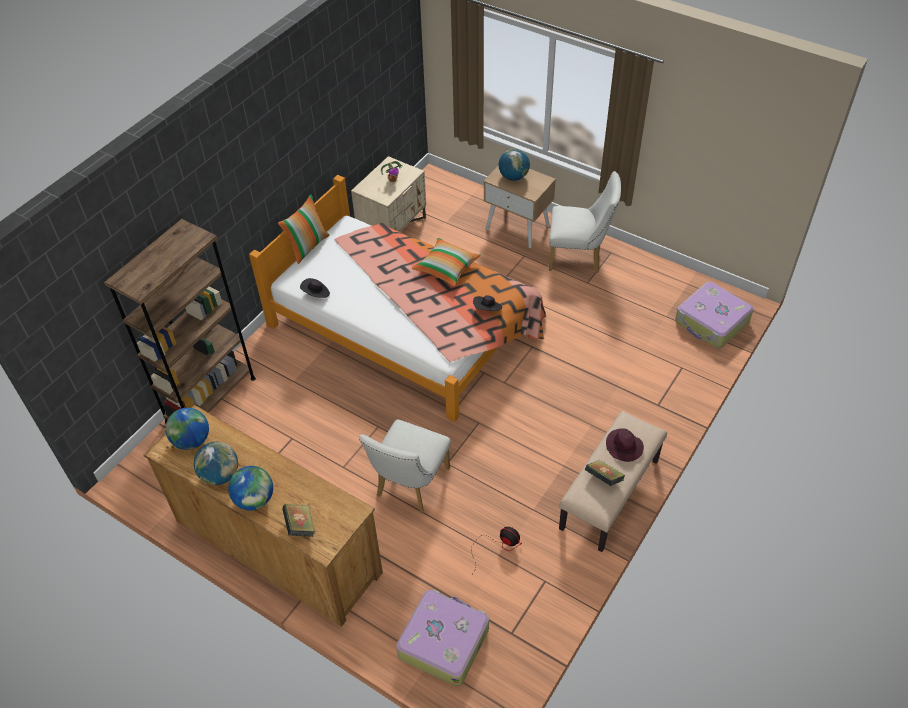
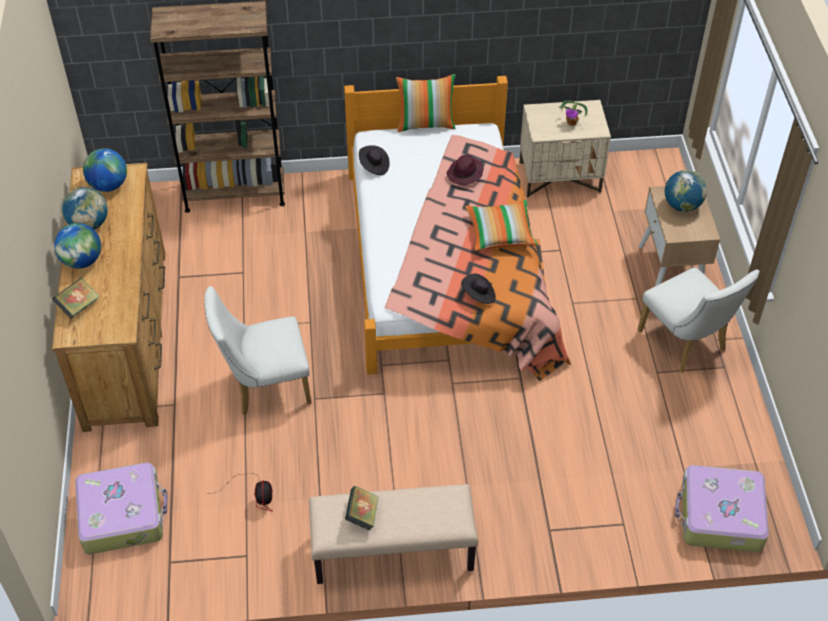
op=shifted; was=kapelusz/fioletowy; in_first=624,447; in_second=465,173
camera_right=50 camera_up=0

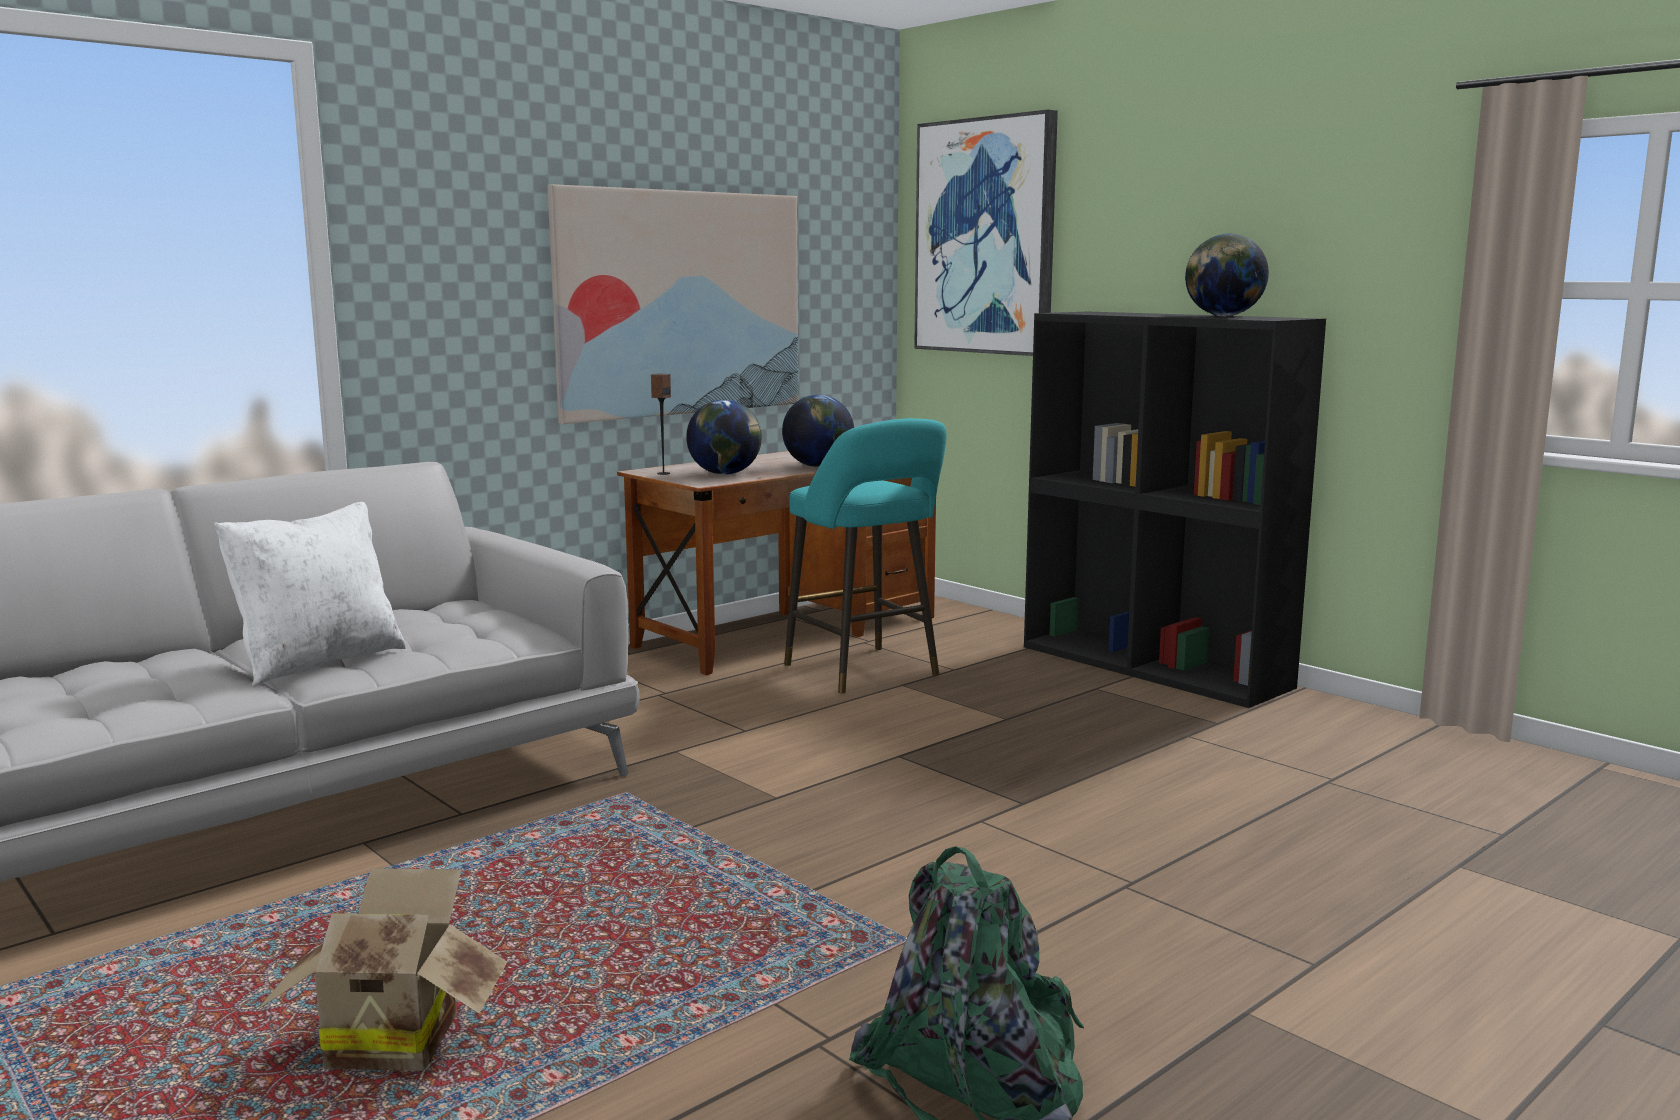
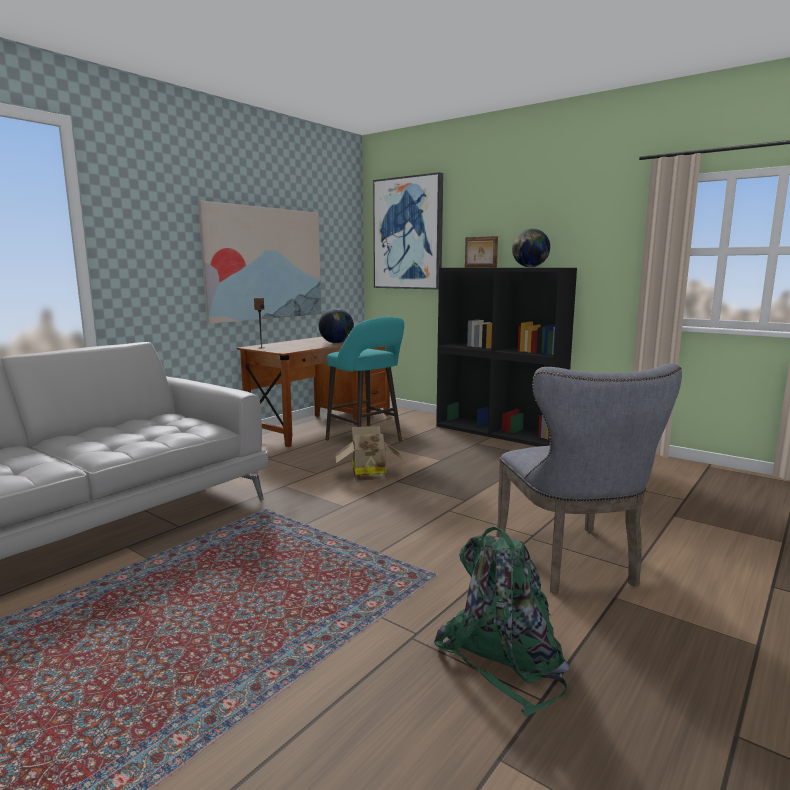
op=gone; was=poduszka/biały; in_first=318,661
op=shifted; was=karton; in_first=393,1038; in_second=367,475
op=gone; was=globus; in_first=725,474
op=new; now=ramka na zdjęcie; in_second=480,267
op=new; now=krzesło/szary; in_second=572,563
camera_right=-10 camera_up=0

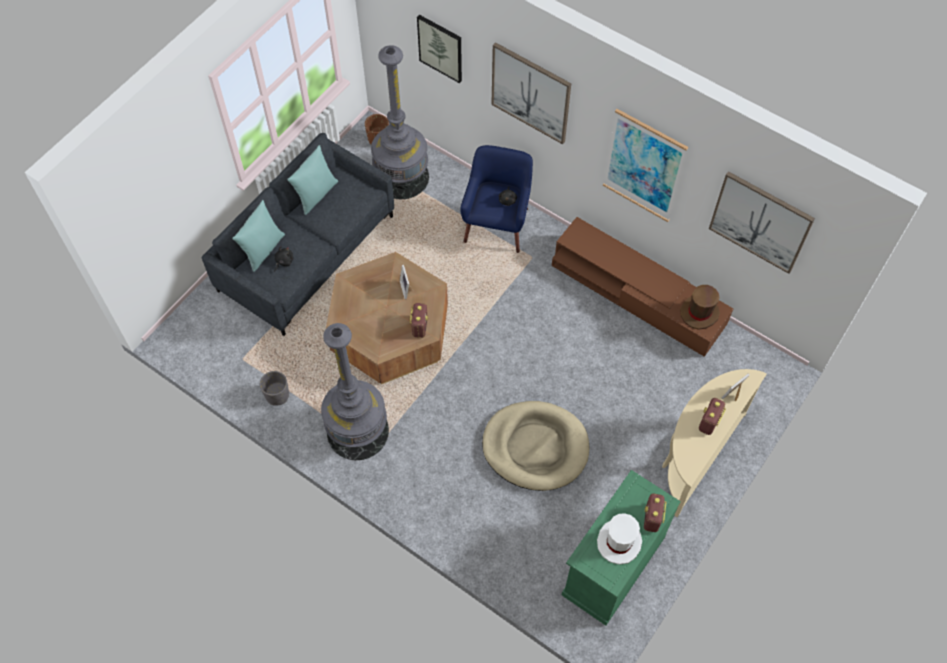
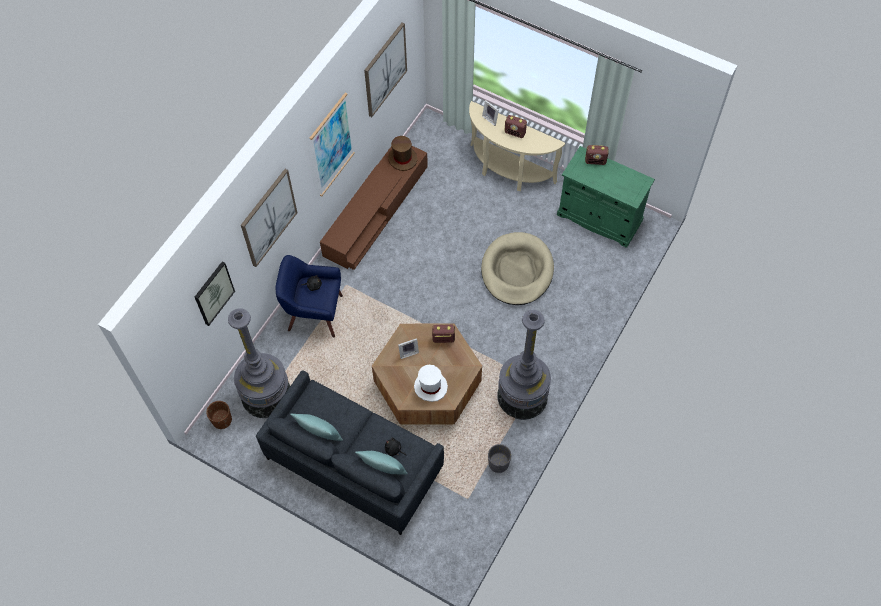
op=shifted; was=kapelusz/biały; in_first=619,542; in_second=430,386
camera_right=-95 camera_up=0

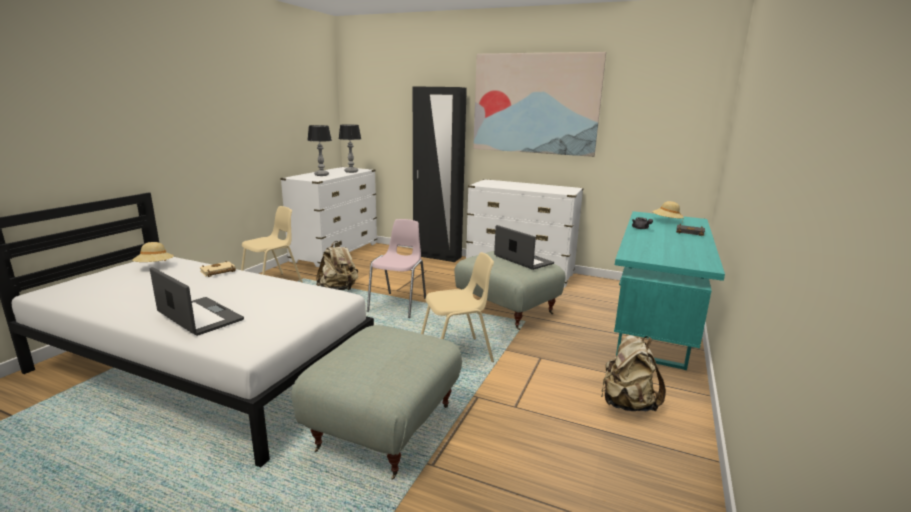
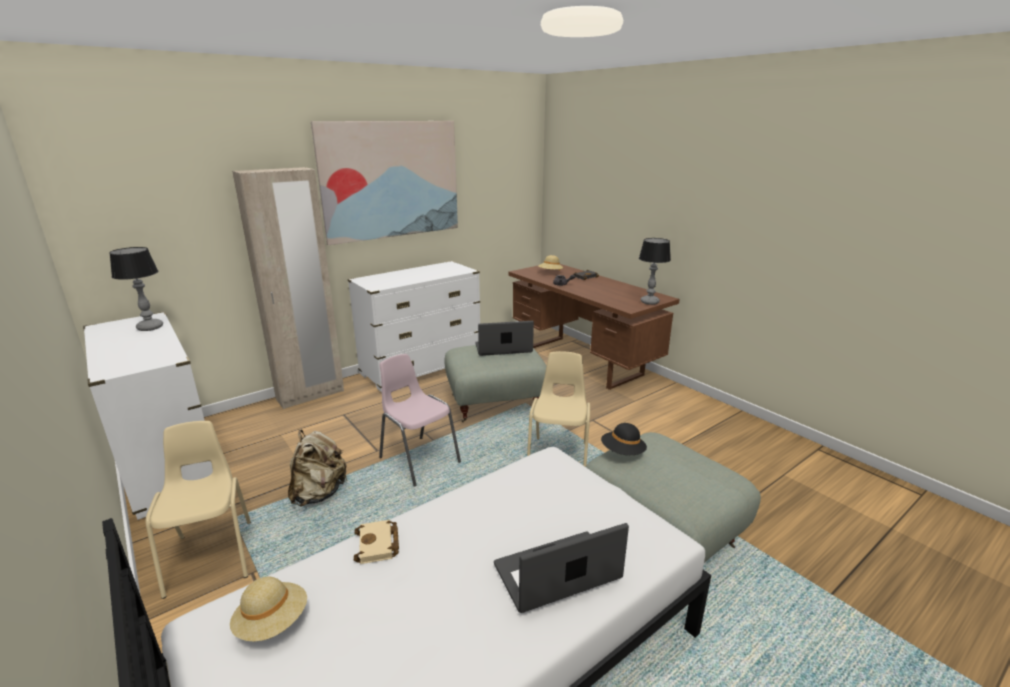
op=shifted; was=lampa stołowa; in_first=321,175; in_second=649,302
op=repainted; was=szafa/czarny; now=szafa/beżowy; in_first=437,256; in_second=310,395
op=gone; was=plecak/beżowy; in_first=627,404
op=repainted; was=biurko/turkusowy; now=biurko/brązowy; in_first=653,330; in_second=583,361
op=new; now=kapelusz/czarny; in_second=622,452
camera_right=-60 camera_up=5

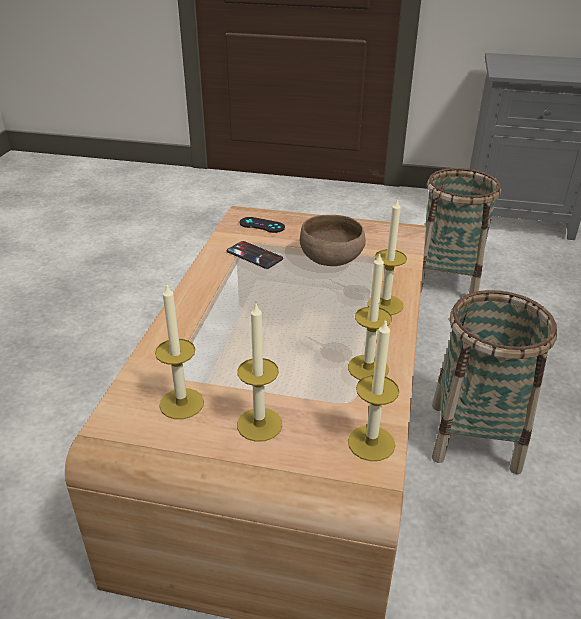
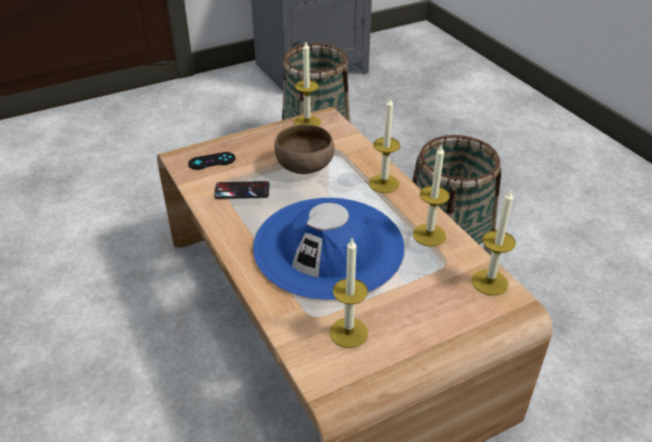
op=shifted; was=świeca; in_first=259,424; in_second=307,122
op=new; now=kapelusz/niebieski; in_second=329,246
camera_right=-40 camera_up=5

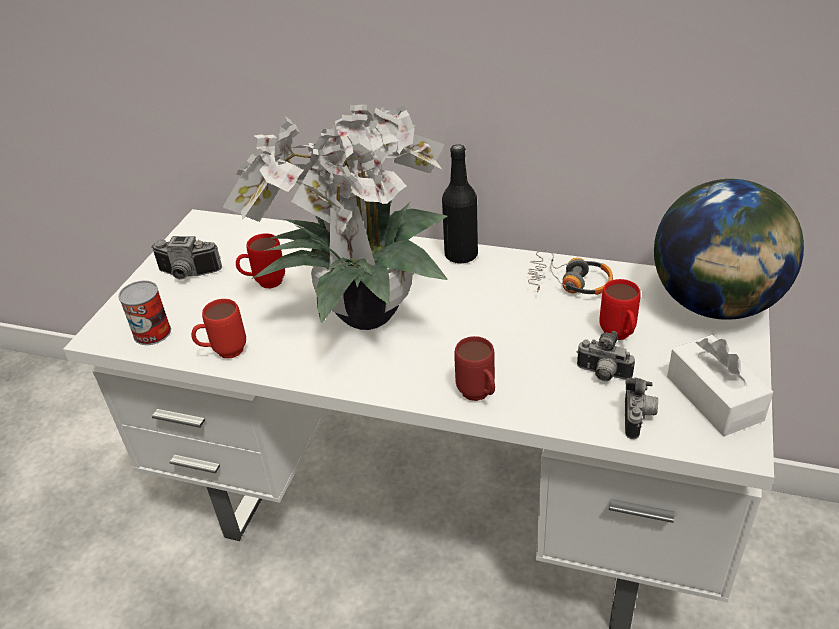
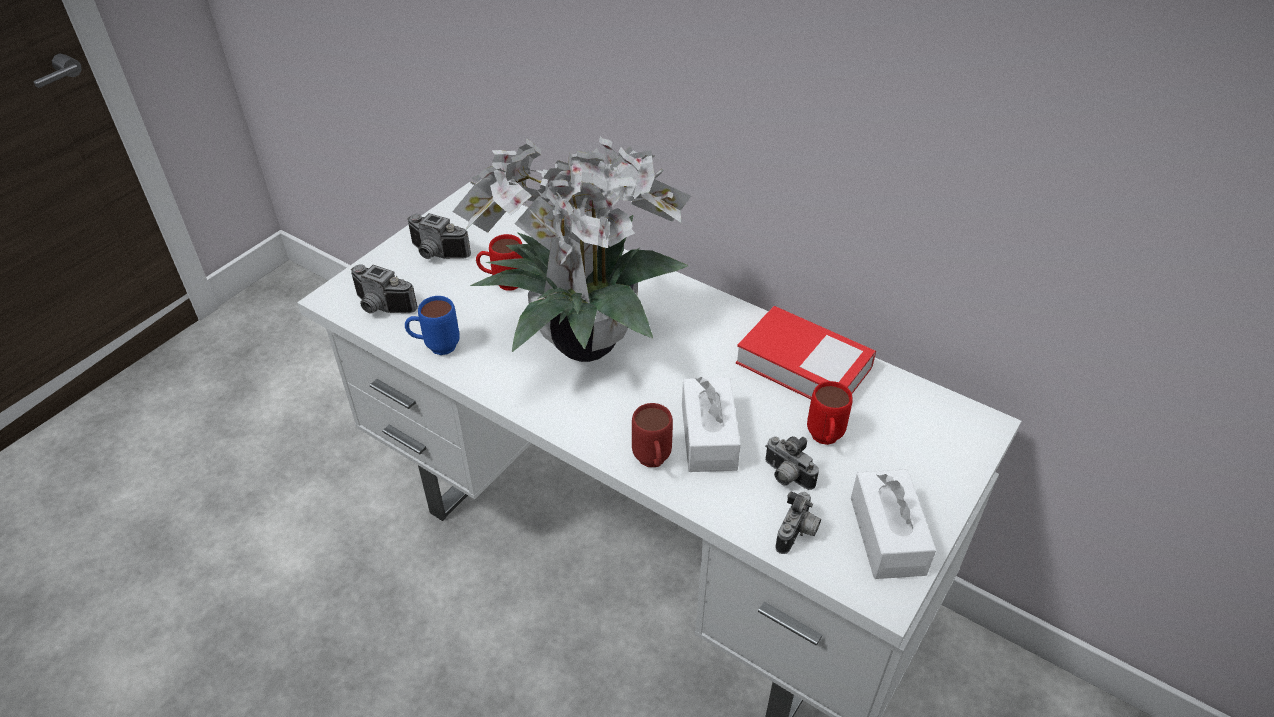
op=swapped; was=puszka; now=aparat fotograficzny; in_first=152,332; in_second=380,308
op=repainted; was=kubek/czerwony; now=kubek/niebieski; in_first=223,353; in_second=435,347
op=gone; was=butelka/czarny; in_first=461,255
op=swapped; was=słuchawki; now=książka; in_first=568,283; in_second=803,365
op=gone; was=globus; in_first=715,304
op=new; now=pudełko chusteczek/biały; in_second=708,437
camera_right=15 camera_up=5

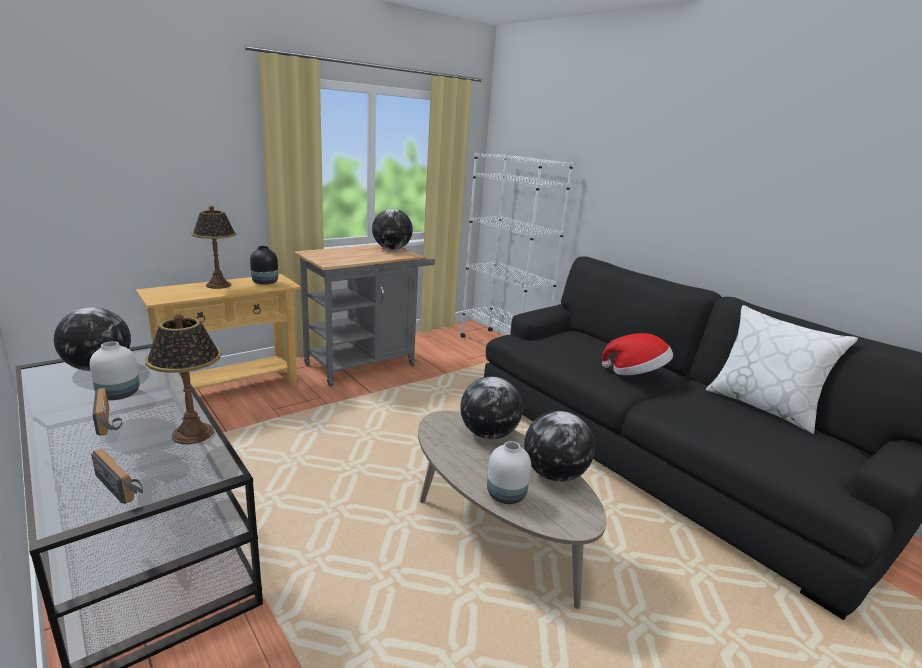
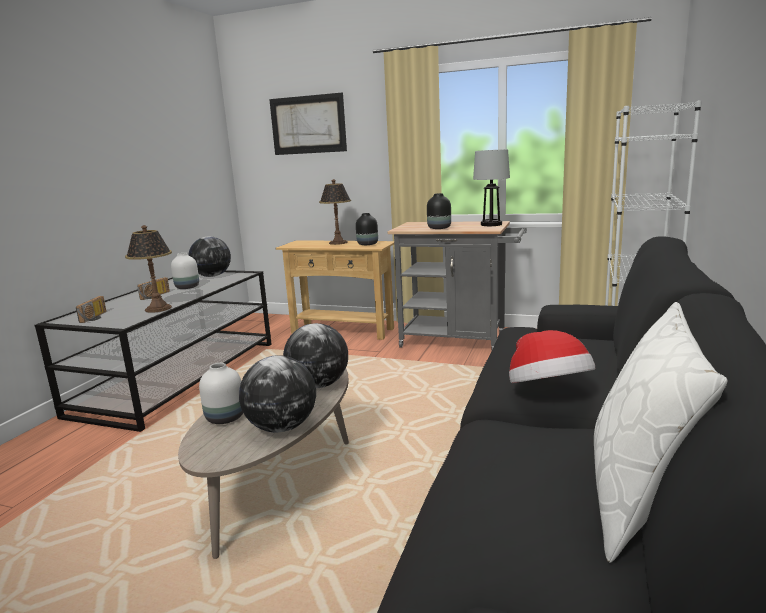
op=swapped; was=globus; now=lampa stołowa; in_first=391,249; in_second=491,224
op=new; now=obraz; in_second=308,124
op=new; now=wazon/czarny; in_second=439,228
camera_right=60 camera_up=-5

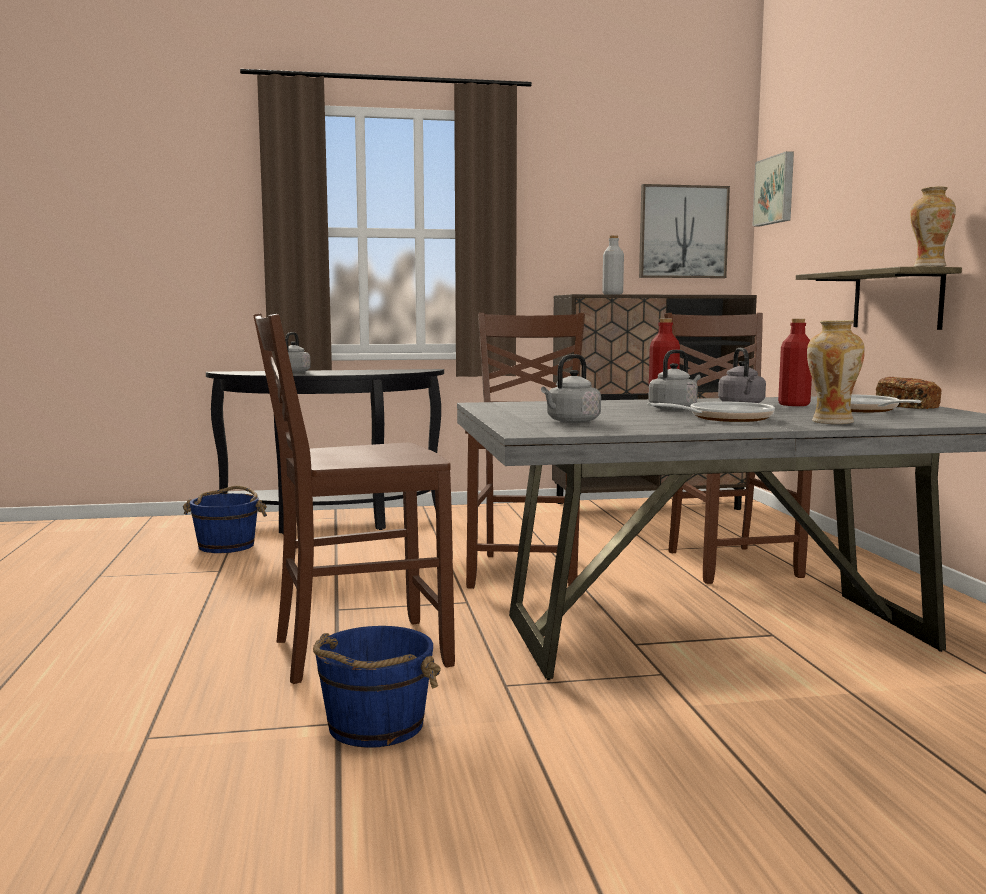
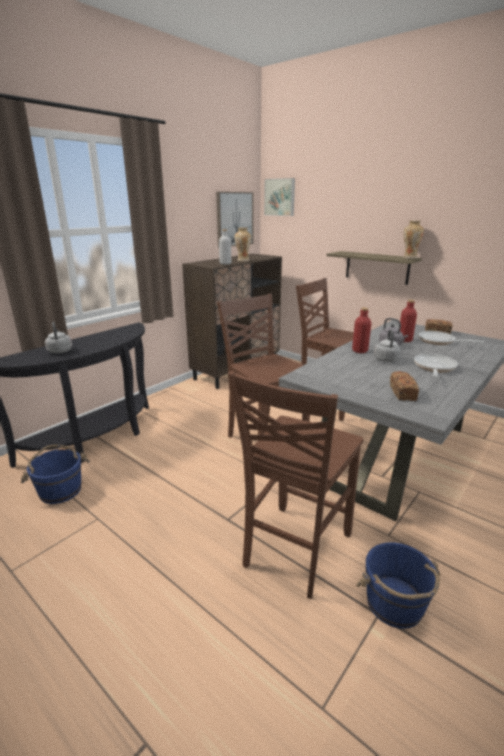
op=swapped; was=czajnik/szary; now=chleb; in_first=571,421; in_second=402,393
op=shifted; was=wazon; in_first=831,422; in_second=242,260
camera_right=-40 camera_up=15

